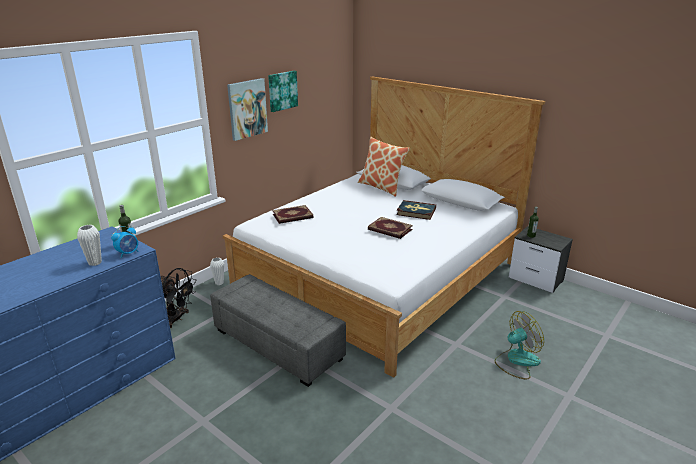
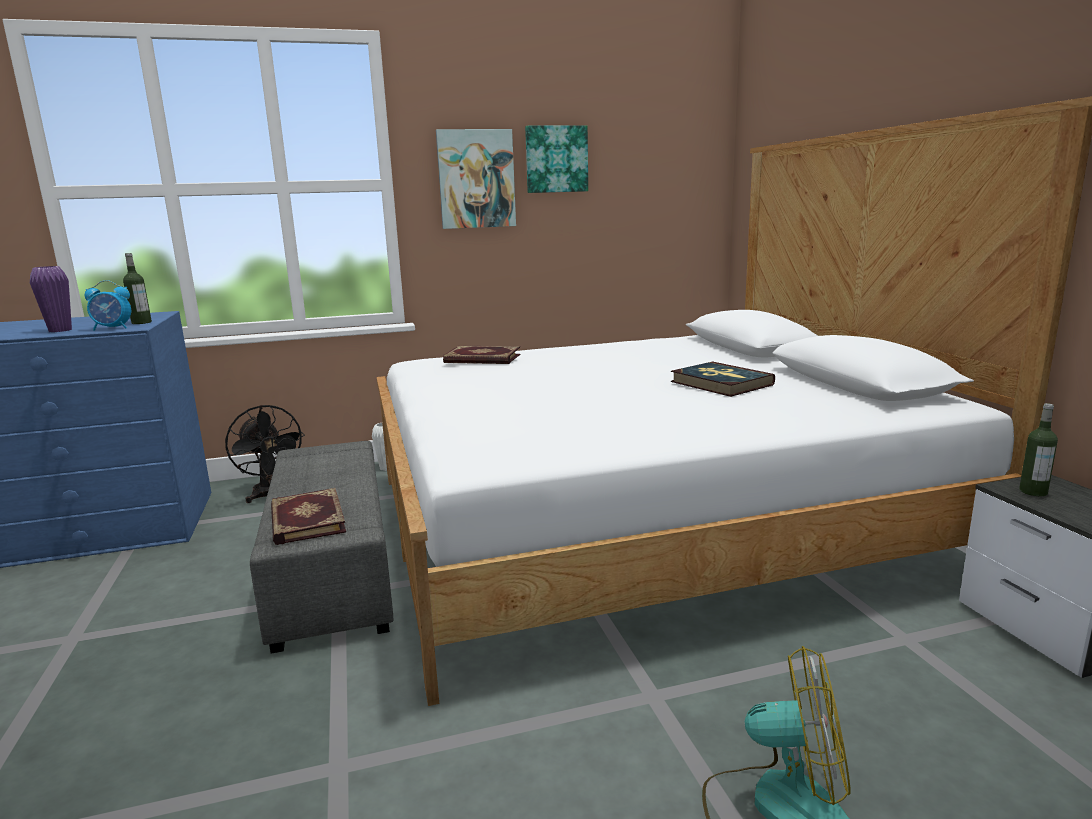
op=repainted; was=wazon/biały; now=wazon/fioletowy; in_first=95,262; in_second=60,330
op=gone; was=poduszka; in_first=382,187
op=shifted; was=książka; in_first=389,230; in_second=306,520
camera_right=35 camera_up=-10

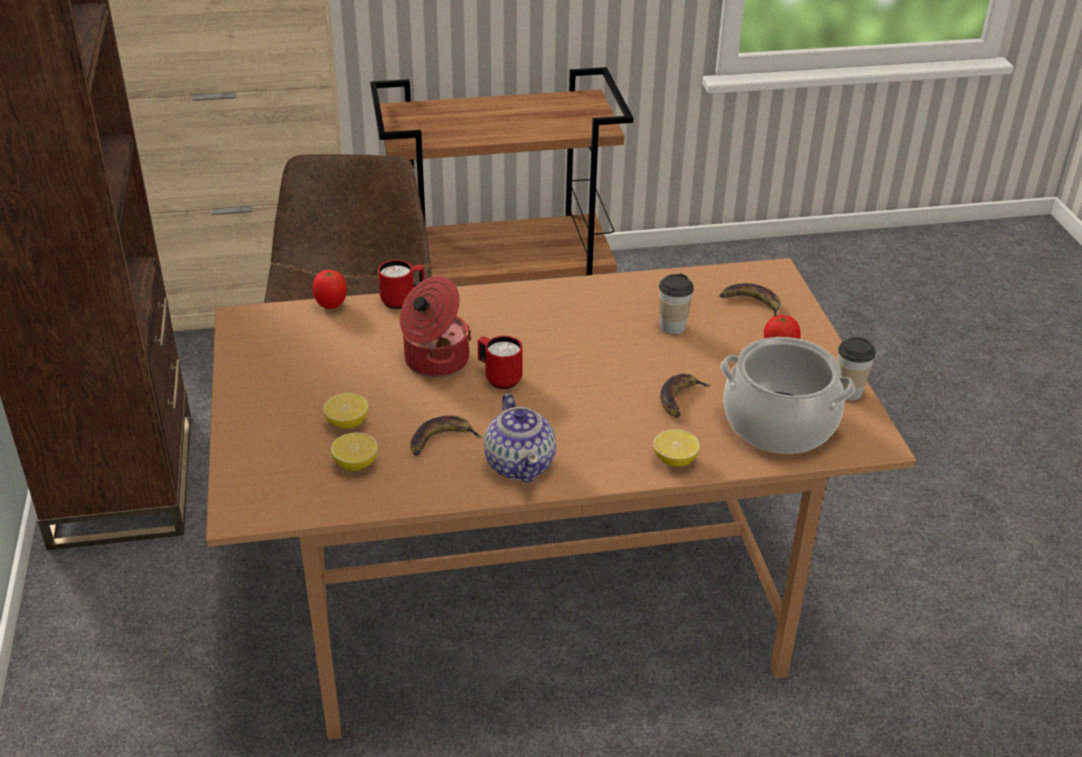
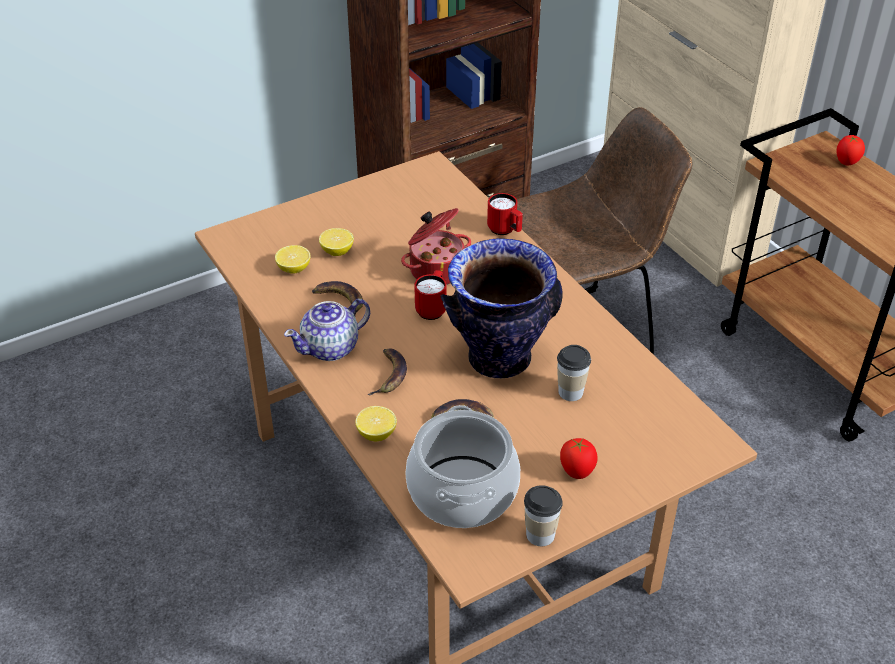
op=shifted; was=pomidor; in_first=331,305; in_second=846,163
op=shifted; was=banan; in_first=751,303; in_second=389,374
op=new; now=wazon; in_second=499,358
camera_right=70 camera_up=5

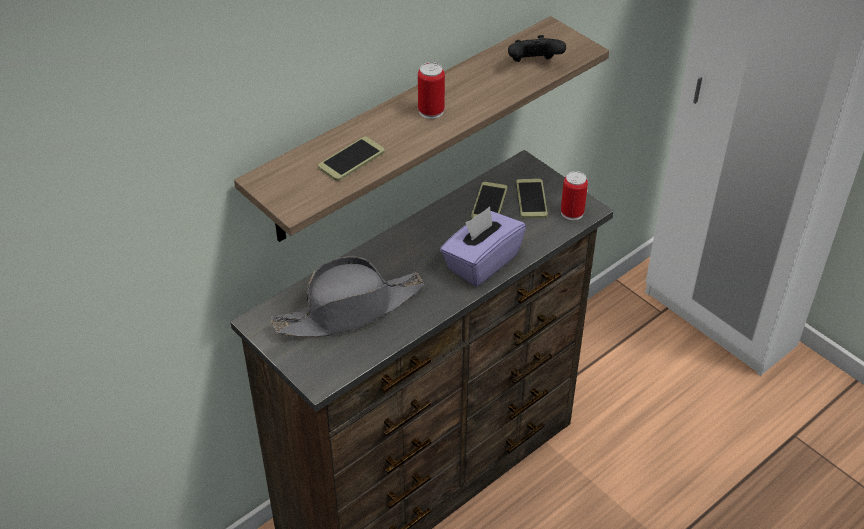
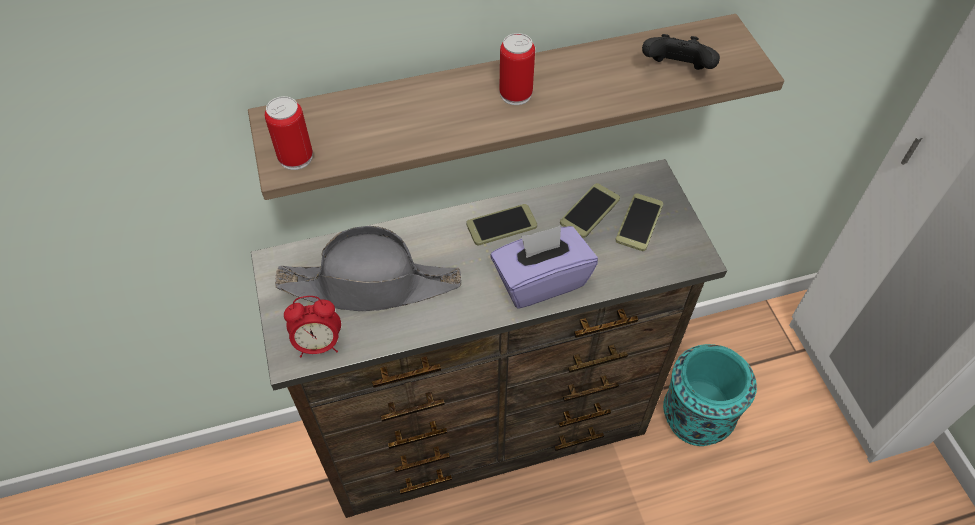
op=shifted; was=telefon; in_first=351,160; in_second=501,225
op=shifted; was=puszka; in_first=572,213; in_second=296,157
op=new; now=budzik; in_second=319,344
op=new; now=wazon/turkusowy; in_second=695,418
camera_right=25 camera_up=10

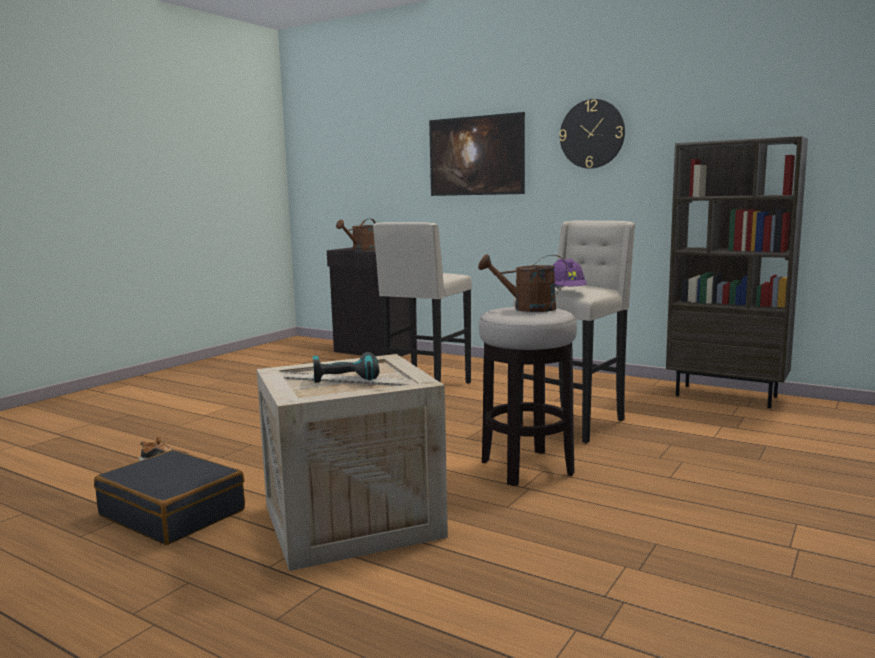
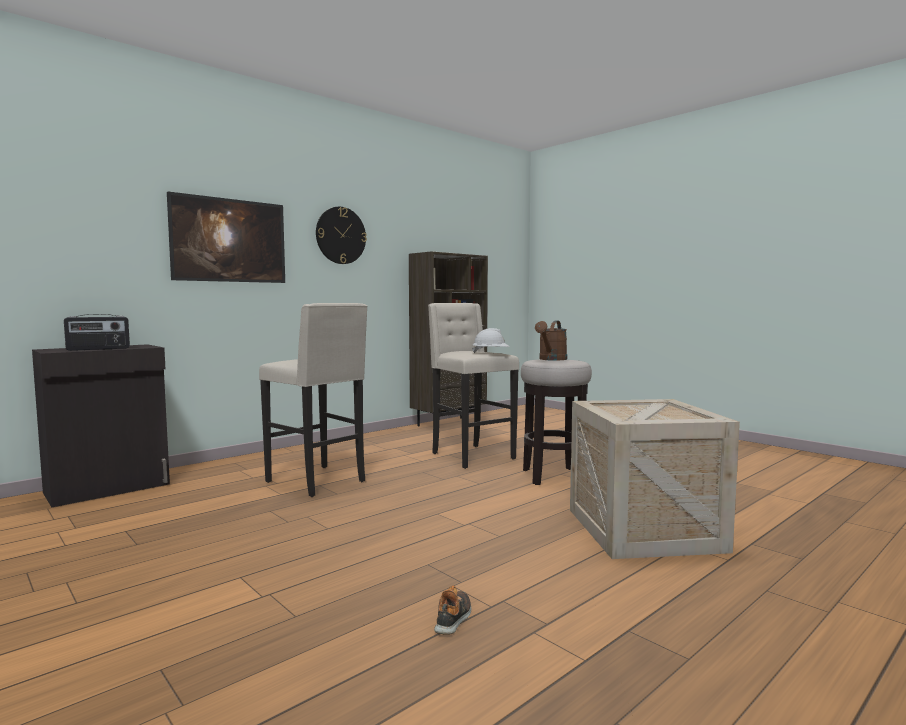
op=gone; was=walizka/czarny; in_first=173,513
op=gone; was=wiertarka; in_first=346,376
op=swapped; was=konewka/brązowy; now=radio; in_first=360,250; in_second=98,349
op=repainted; was=kask/fioletowy; now=kask/biały; in_first=566,292; in_second=491,353
camera_right=-75 camera_up=-5

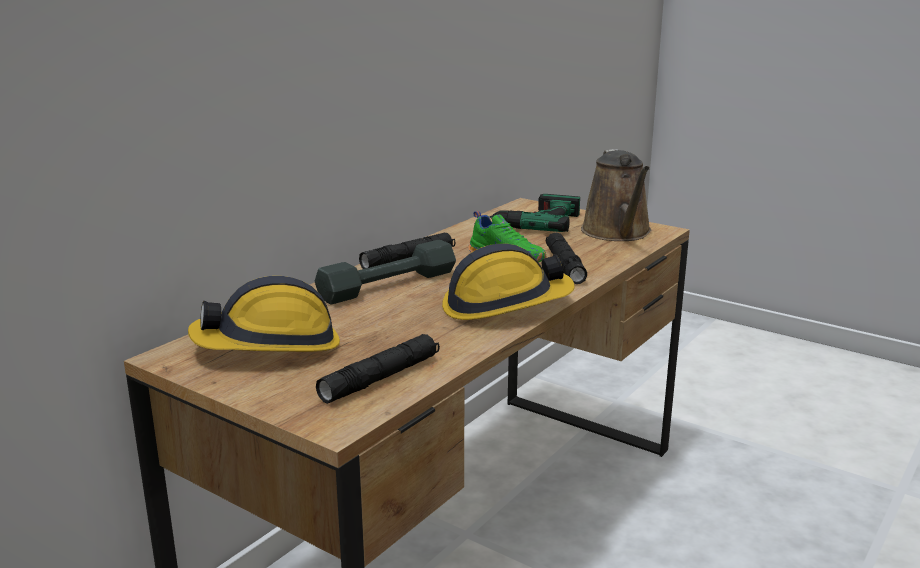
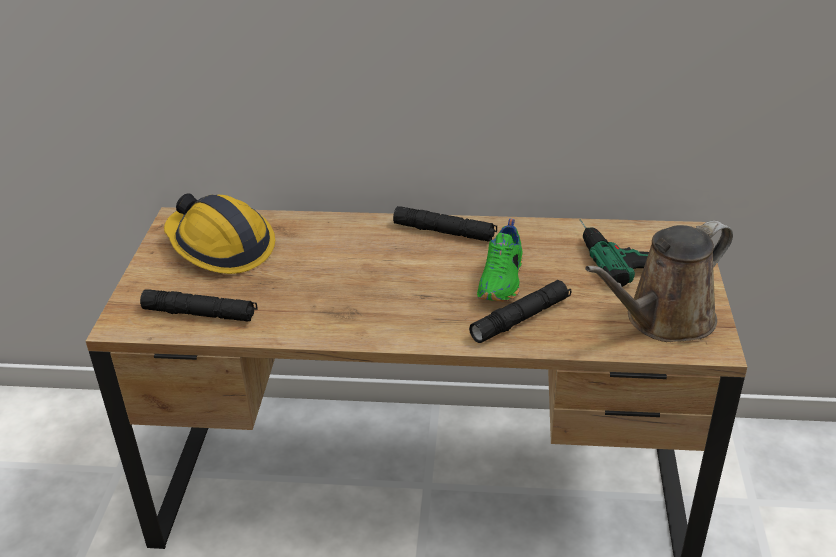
op=gone; was=hantel/szary; in_first=387,285
op=gone; was=kask; in_first=504,305
camera_right=60 camera_up=15

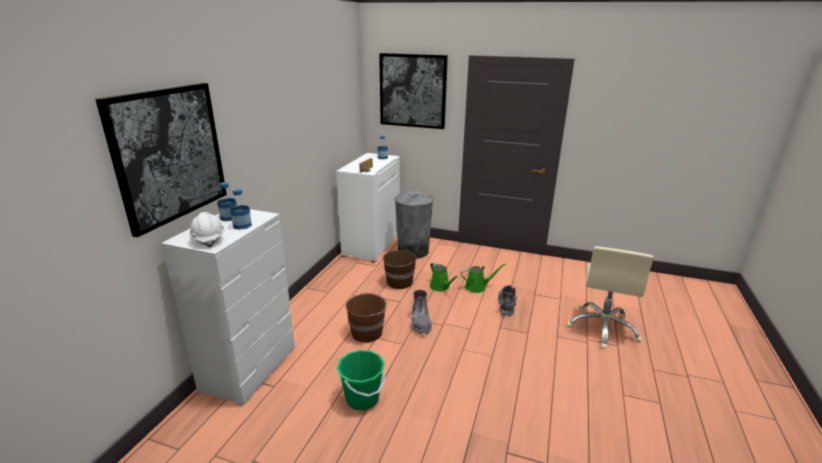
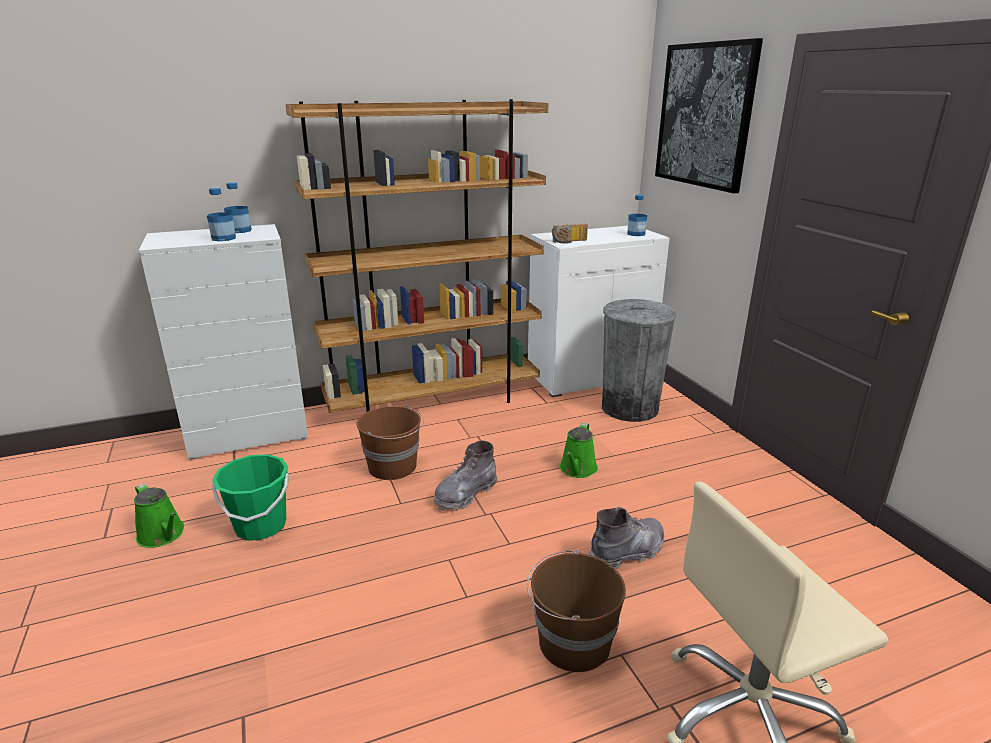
op=gone; was=obraz; in_first=169,155
op=gone; was=kask/biały; in_first=208,240
op=shifted; was=wiadro/brązowy; in_first=399,282; in_second=572,643
op=shifted; was=konewka/zielony; in_first=477,287; in_second=163,535
op=new; now=regał/brązowy; in_second=434,402
camera_right=50 camera_up=0

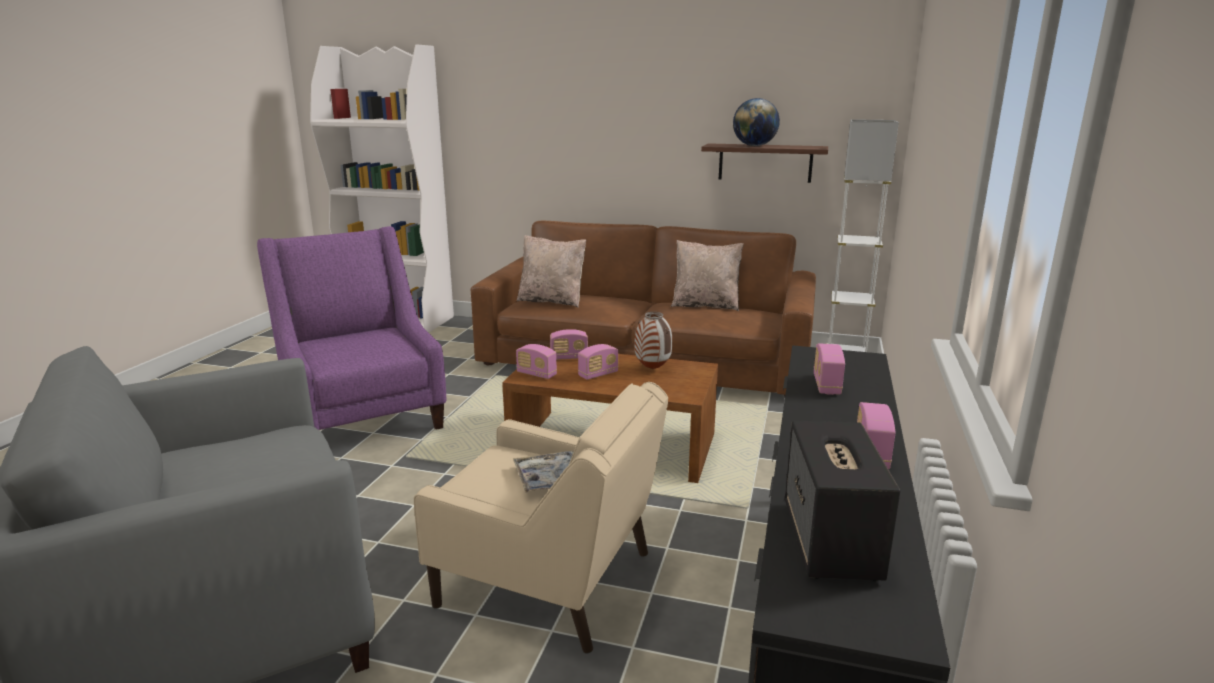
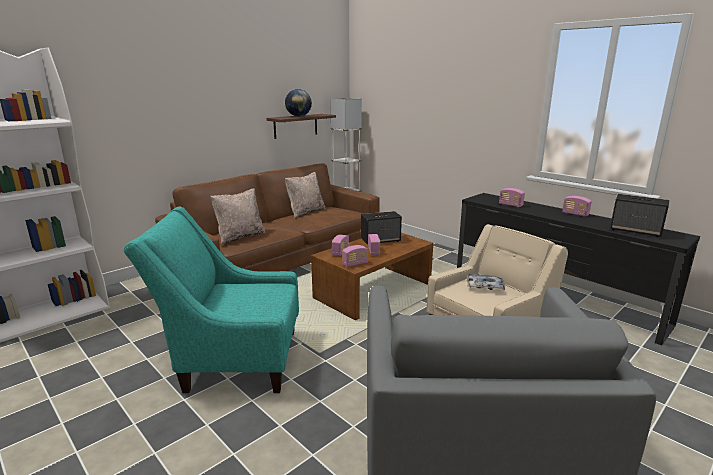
op=repainted; was=fotel/fioletowy; now=fotel/turkusowy; in_first=363,417; in_second=233,360
op=swapped; was=wazon; now=głośnik; in_first=653,369; in_second=381,240
camera_right=-60 camera_up=0

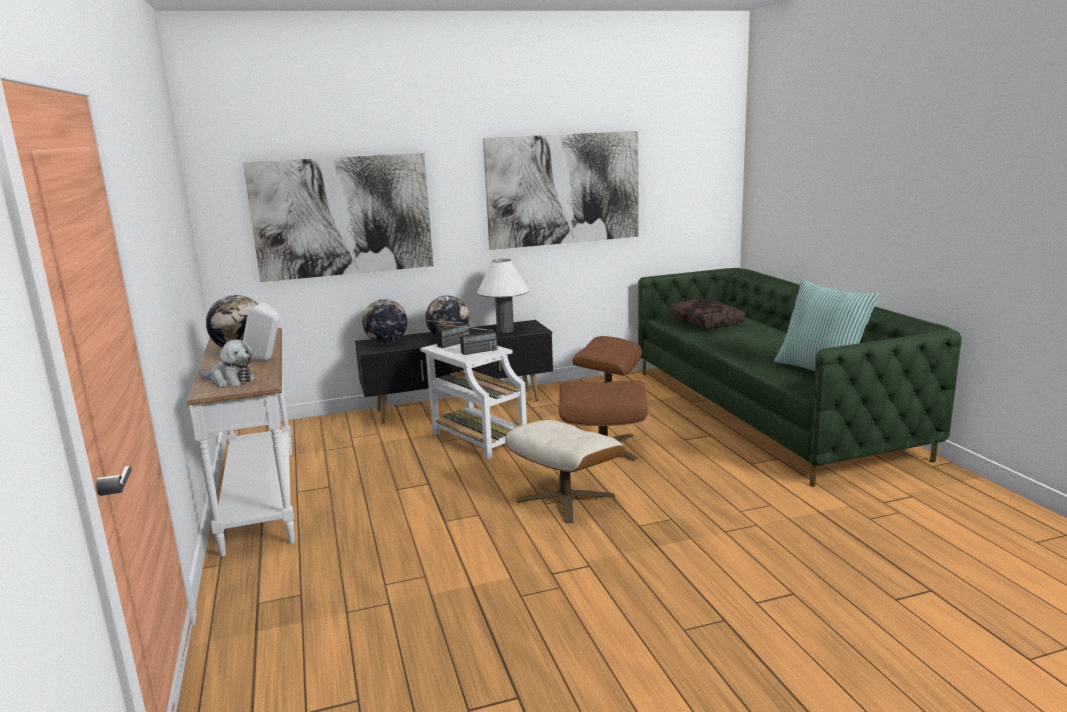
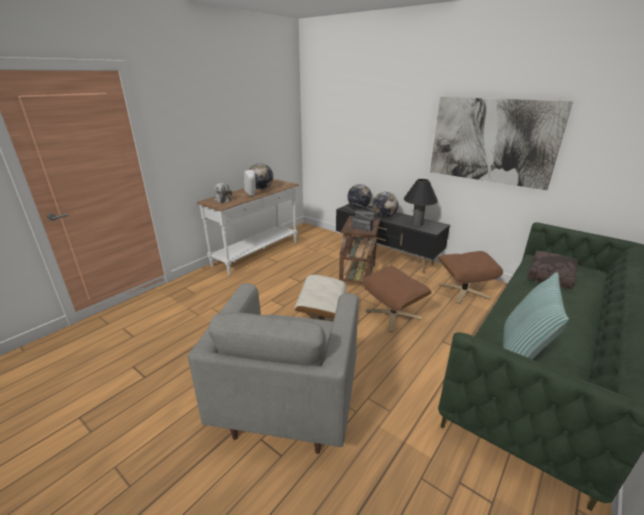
op=gone; was=obraz; in_first=342,216
op=repainted; was=stolik/biały; now=stolik/brązowy; in_first=477,438; in_second=358,274
op=repainted; was=lampa stołowa/biały; now=lampa stołowa/czarny; in_first=505,330; in_second=417,224
op=new; now=fotel/szary; in_second=287,405
camera_right=55 camera_up=10

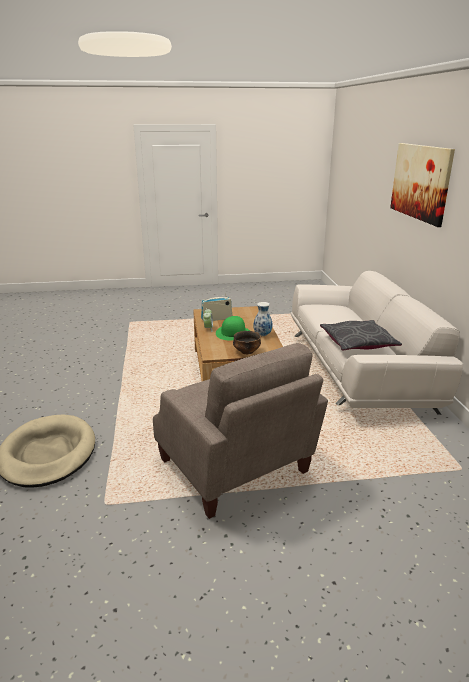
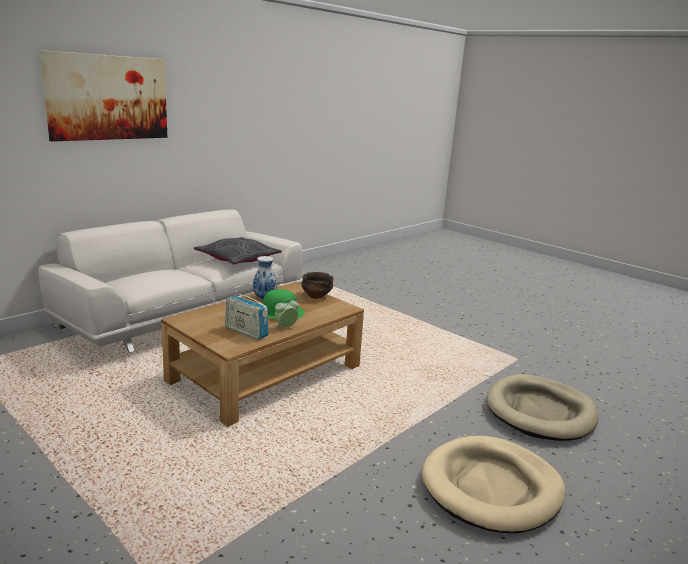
op=gone; was=fotel/beżowy; in_first=235,469
op=new; now=legowisko/beżowy; in_second=491,487
camera_right=-130 camera_up=-5

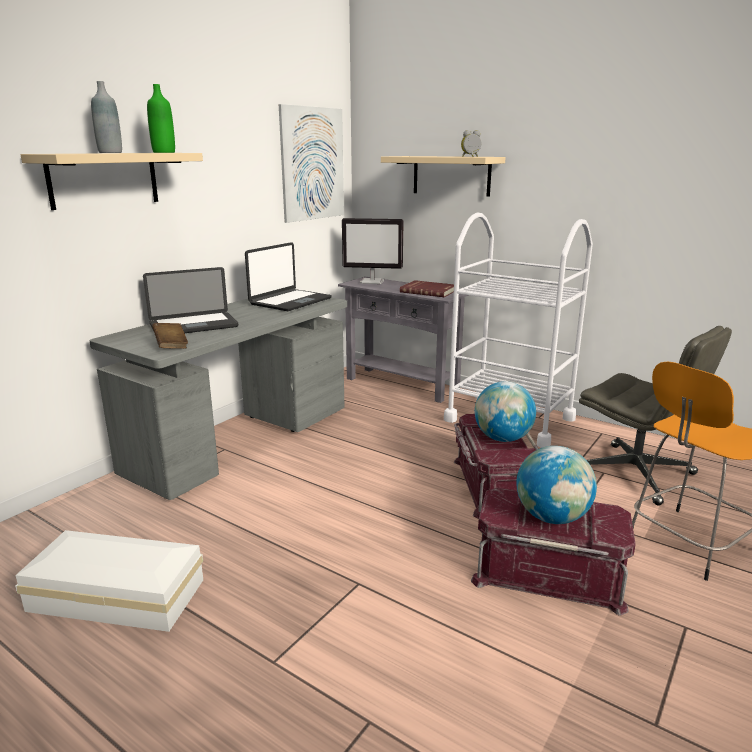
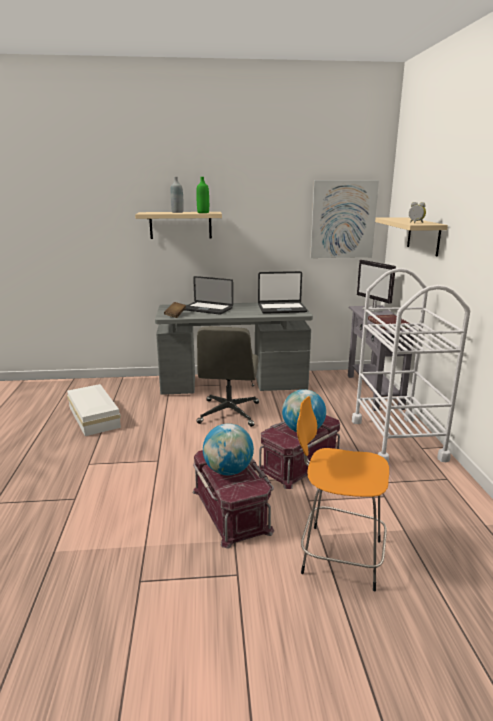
op=shifted; was=krzesło biurowe/szary; in_first=636,474; in_second=229,413
camera_right=50 camera_up=0

